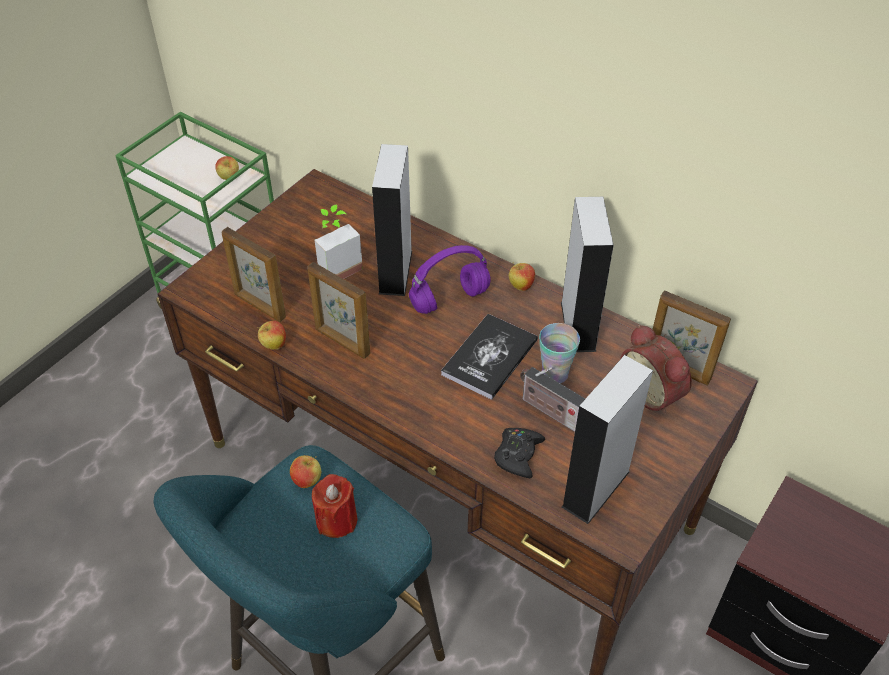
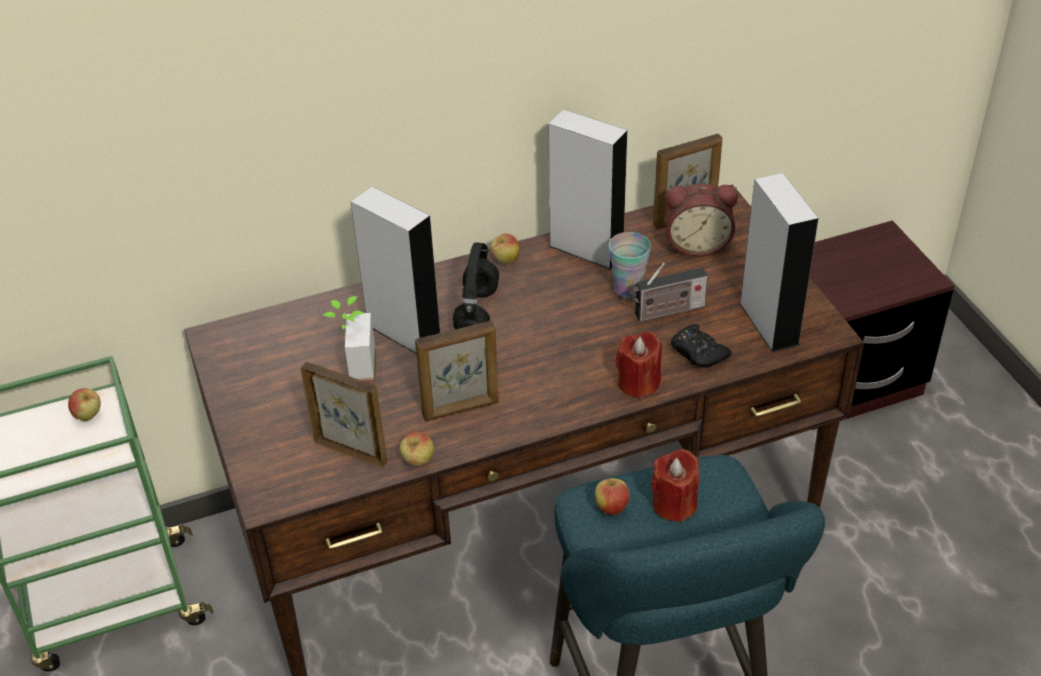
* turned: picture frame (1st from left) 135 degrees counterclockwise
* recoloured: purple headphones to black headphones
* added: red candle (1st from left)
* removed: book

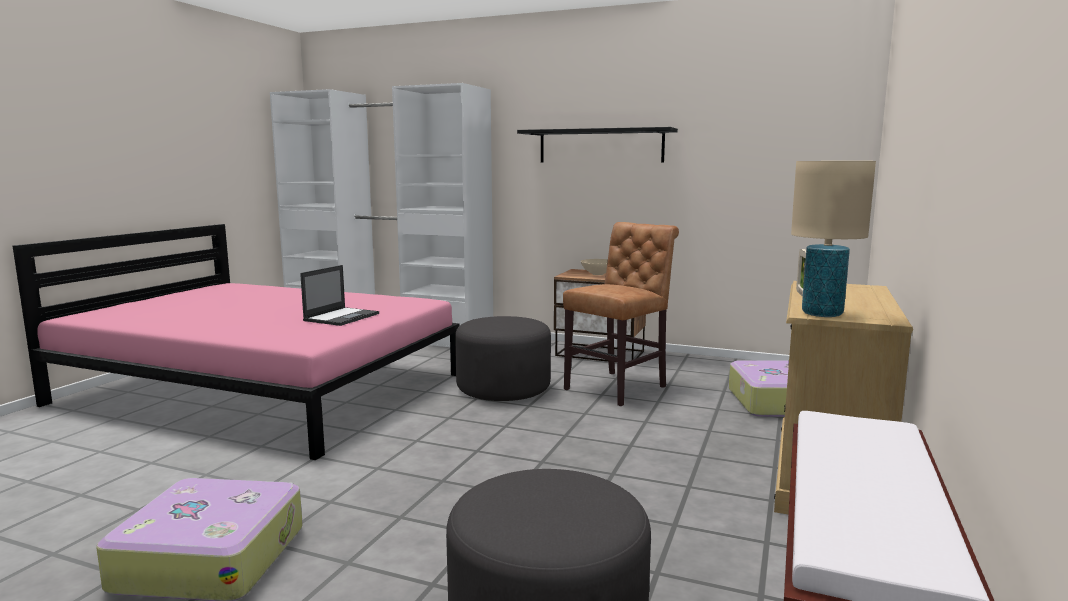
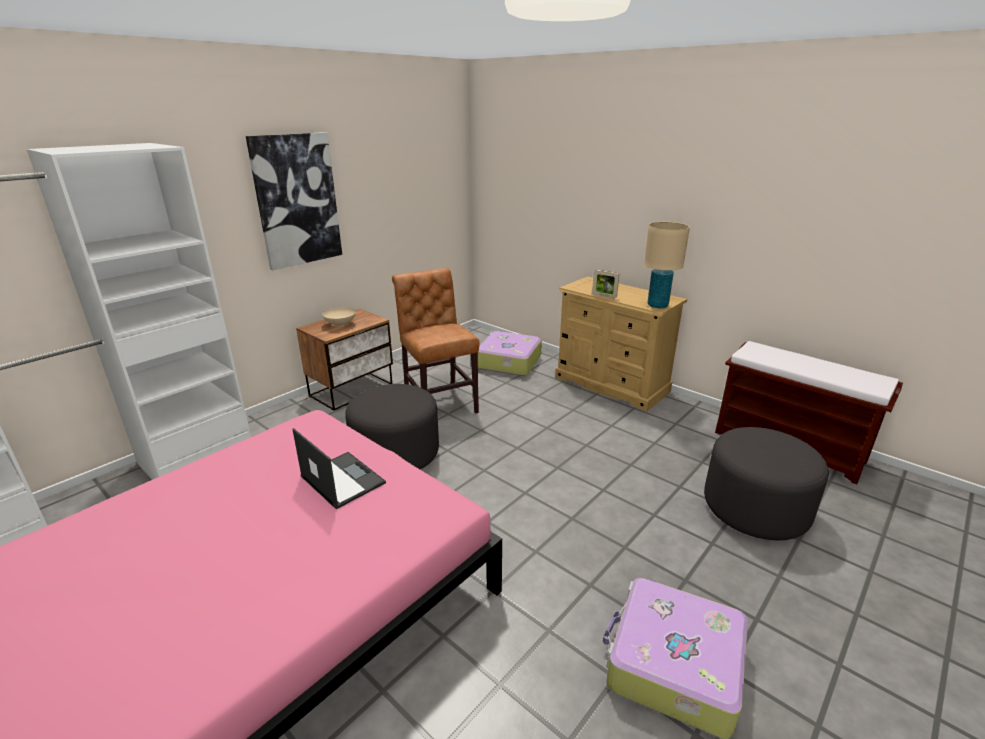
* replaced: black shelf to picture

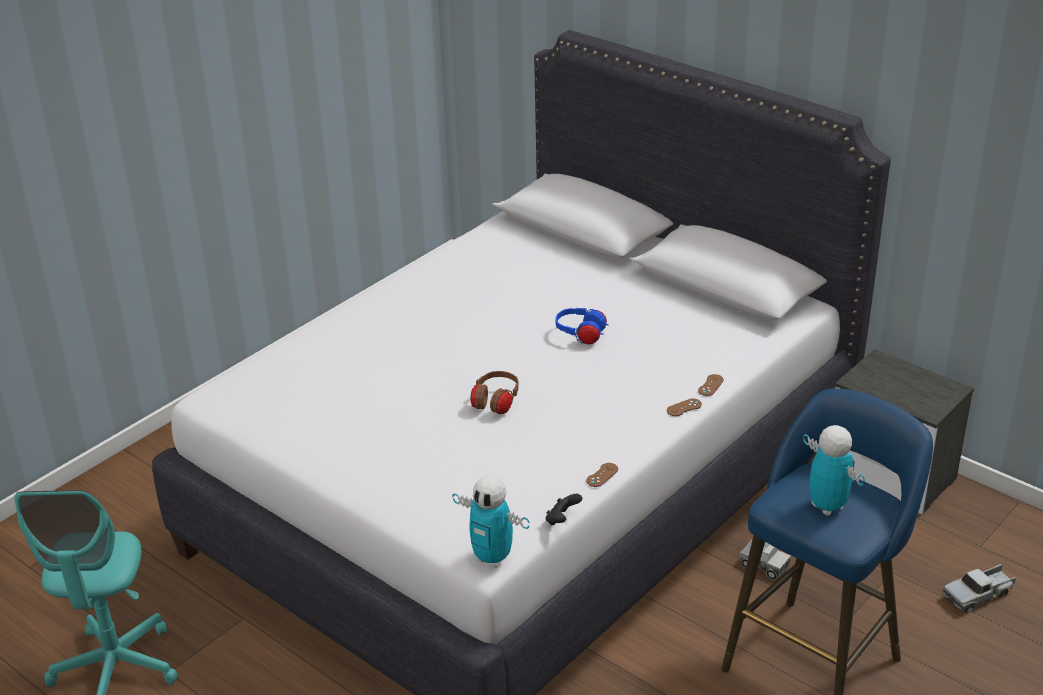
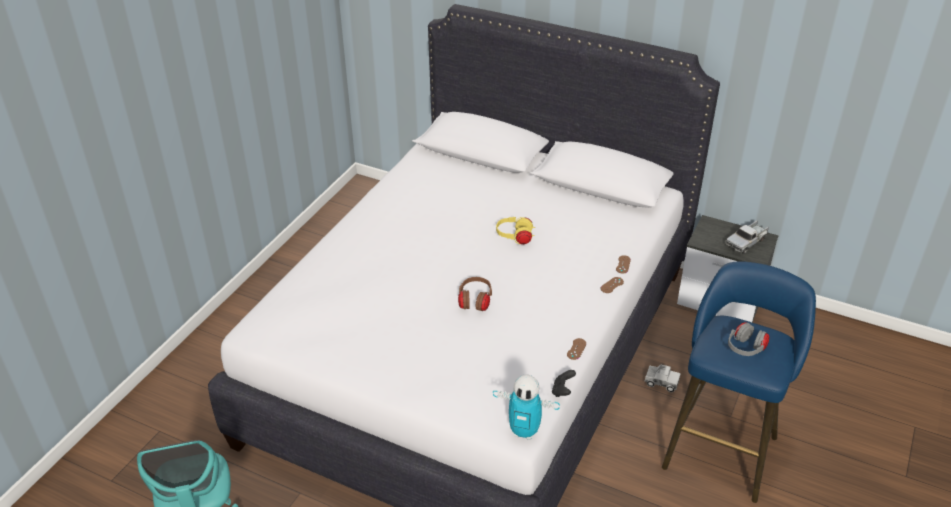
* recoloured: blue headphones to yellow headphones
* moved: toy truck (2nd from left)
* replaced: toy robot (2nd from left) to grey headphones

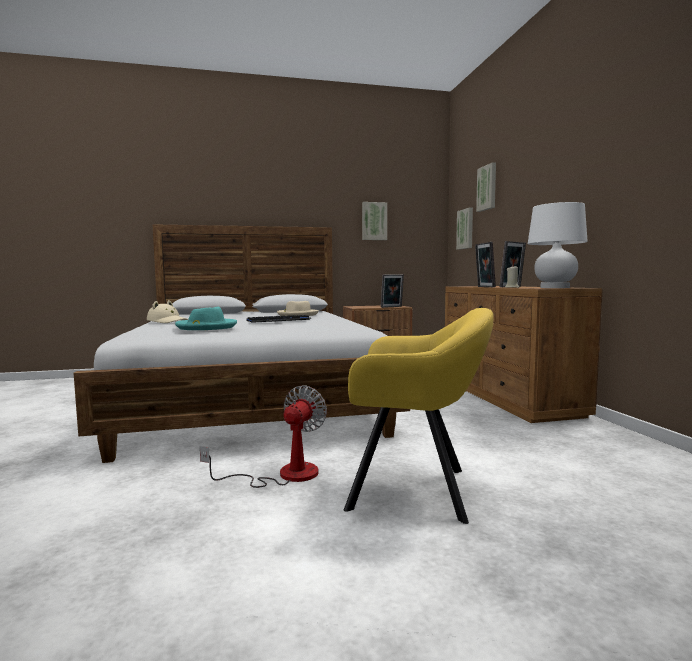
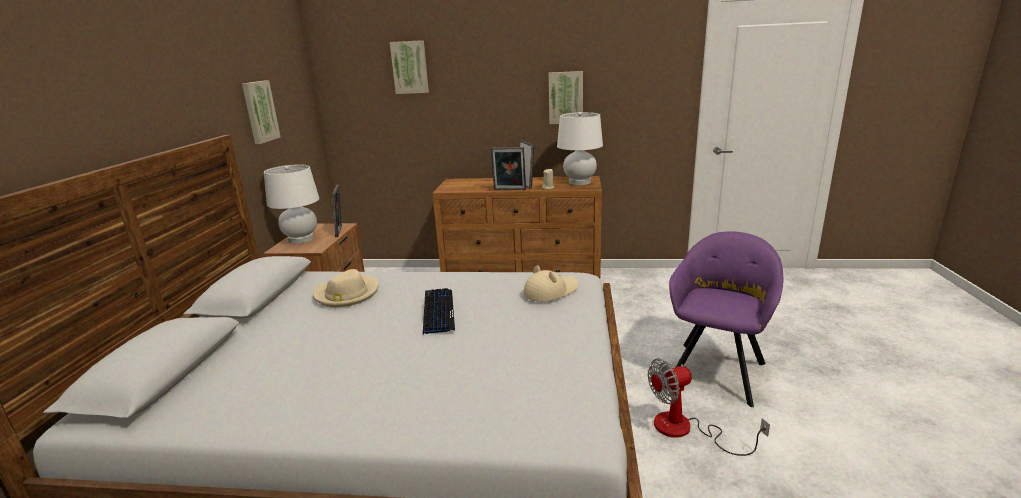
* added: white table lamp (1st from left)
* moved: beige hat (1st from left in the first image) to beige hat (2nd from left)
* moved: picture (2nd from left in the first image) to picture (3rd from left)
* turned: fan 60 degrees counterclockwise
* recoloured: yellow armchair to purple armchair
* removed: turquoise hat

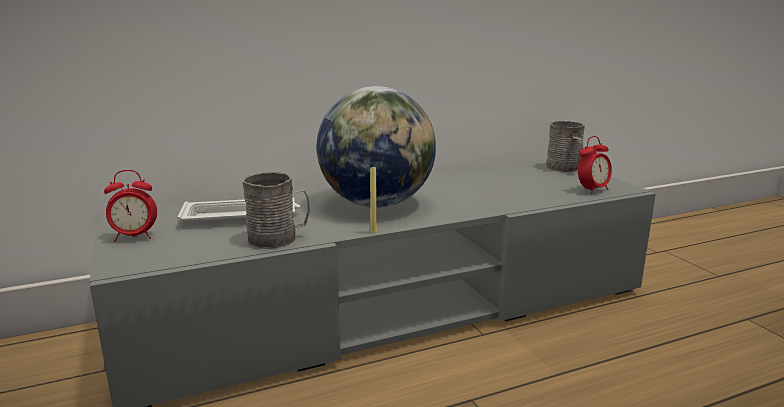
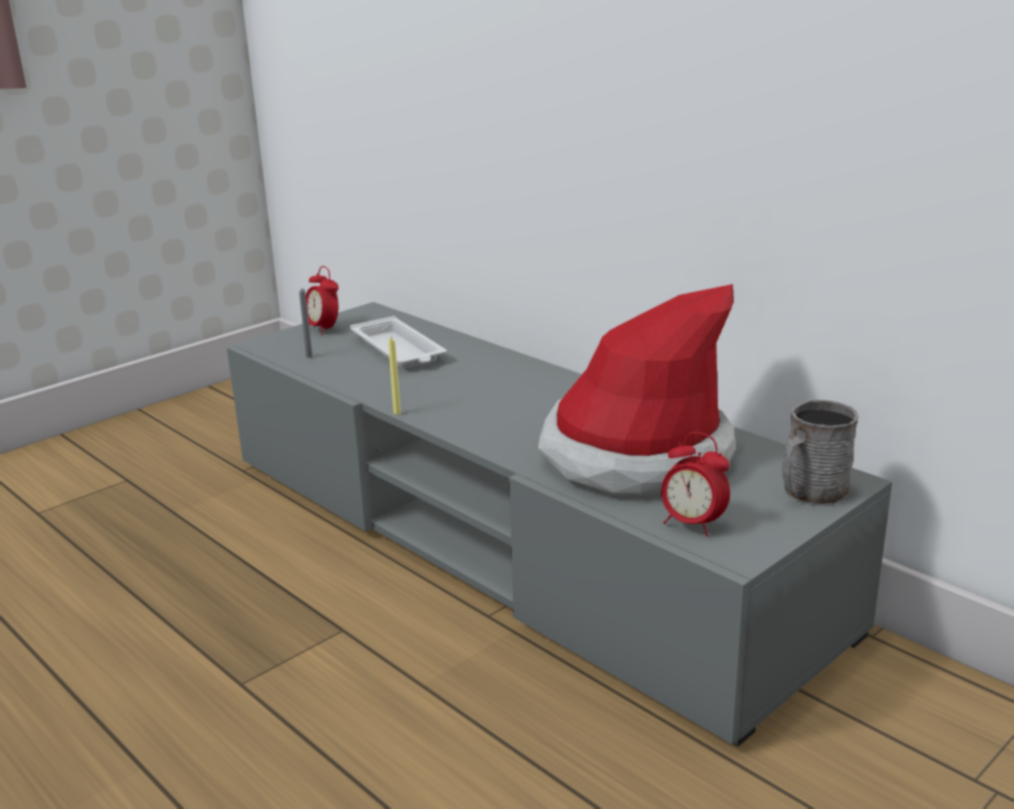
* added: grey candle
* added: hat
* removed: grey mug (1st from left)
* removed: globe

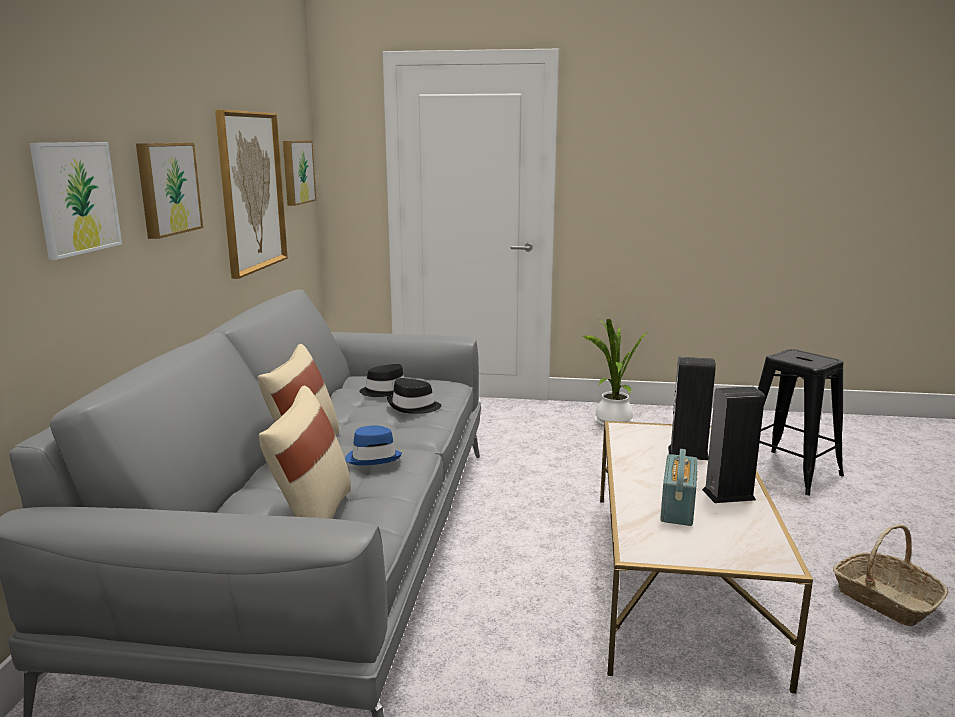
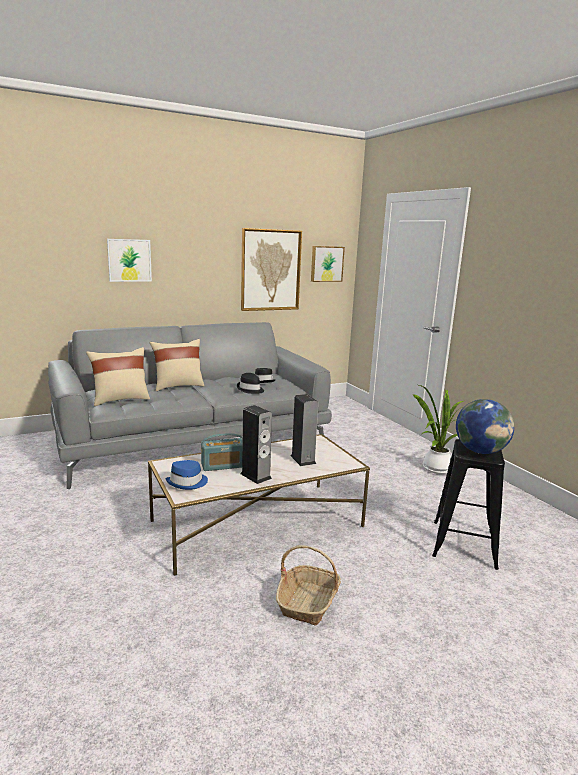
* moved: blue hat
* added: globe
* removed: picture (2nd from left)

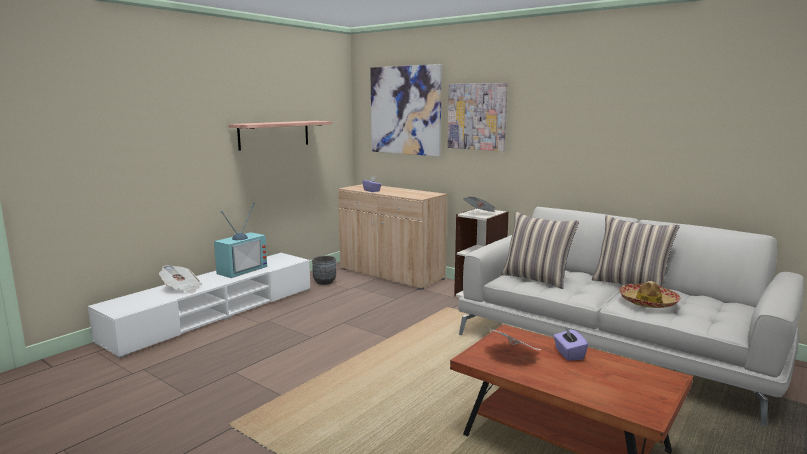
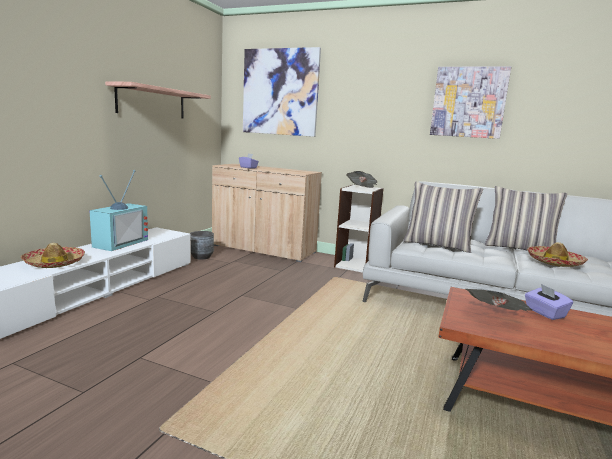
* replaced: newspaper (1st from left) to hat (1st from left)
* moved: picture (2nd from left)

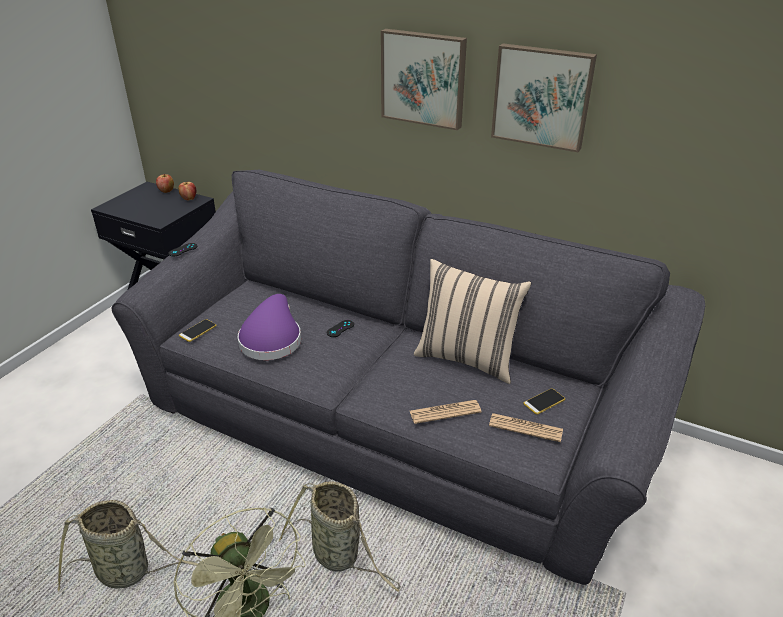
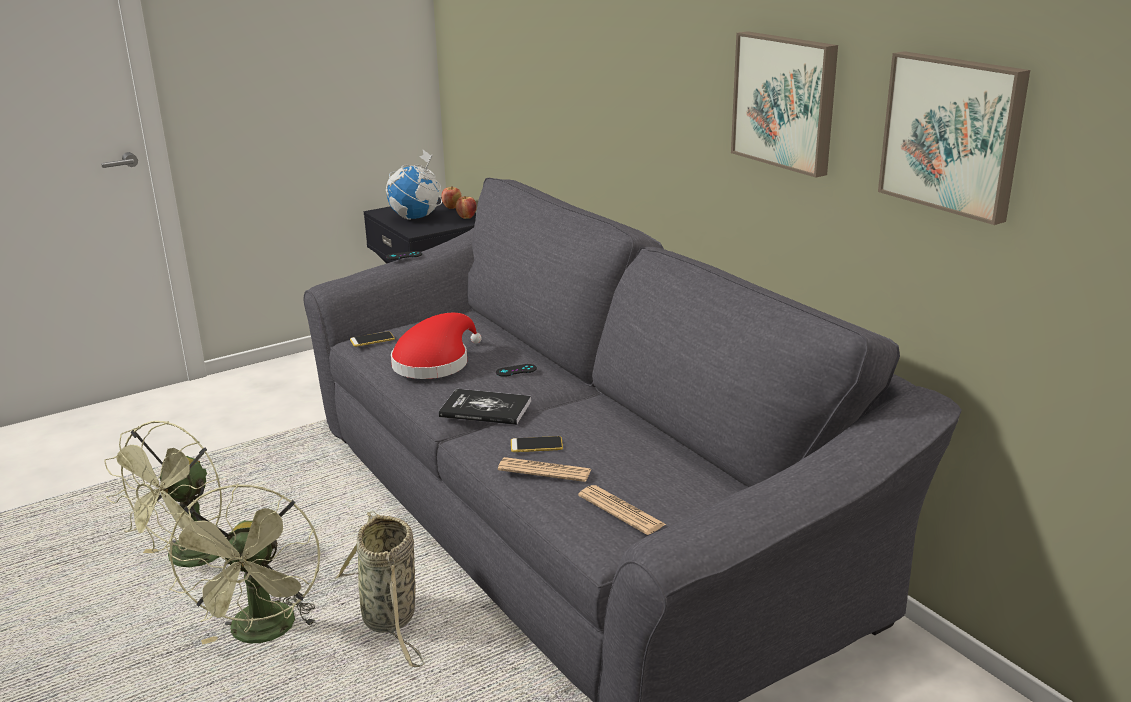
* replaced: basket (1st from left) to green fan (1st from left)
* added: globe
* recoloured: purple hat to red hat
* added: book
* moved: phone (2nd from left)
* moved: picture (1st from left in the first image) to picture (2nd from left)
* removed: beige pillow

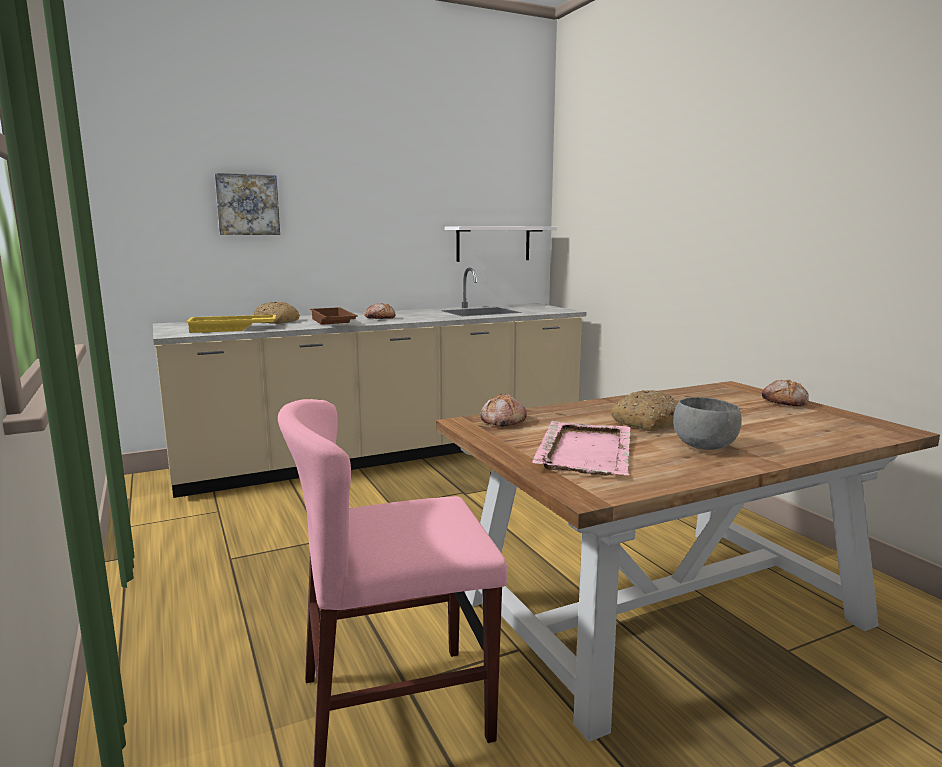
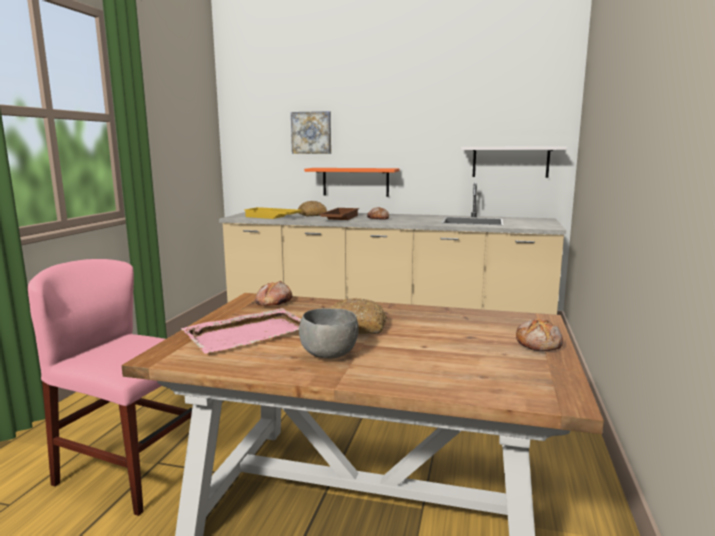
* added: orange shelf

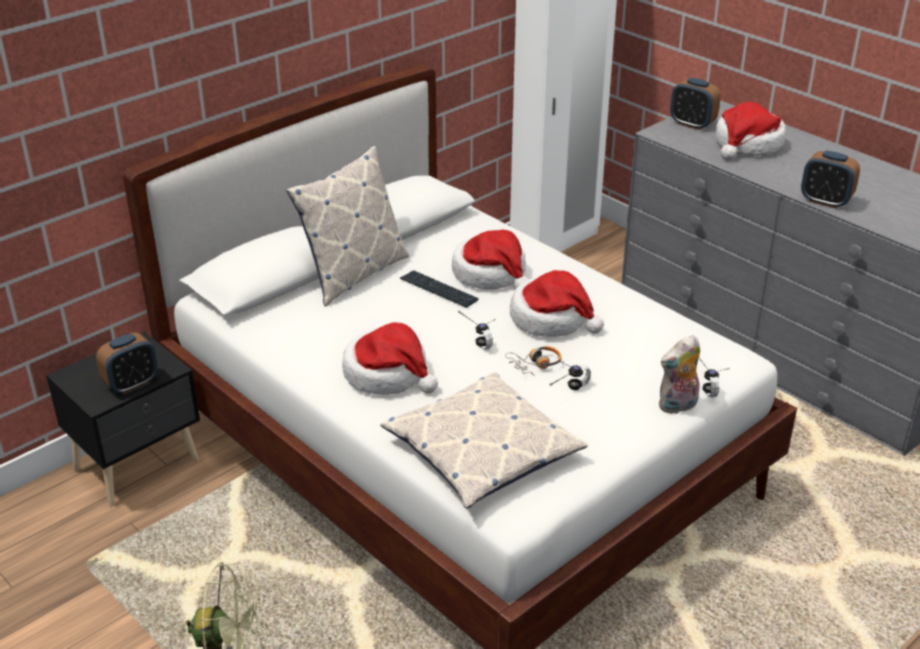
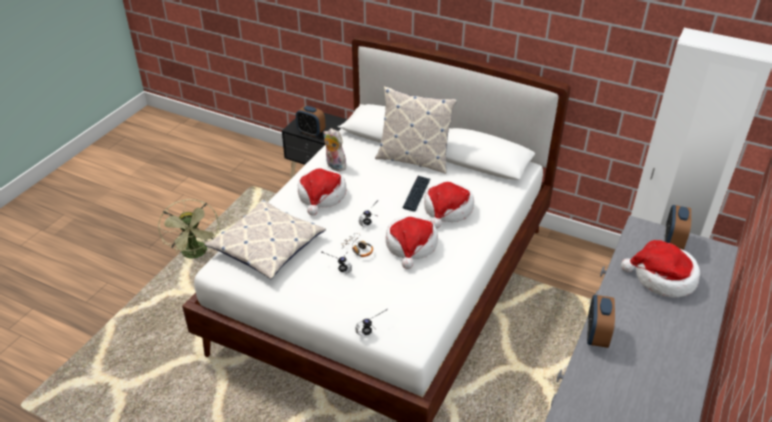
* moved: plush toy

